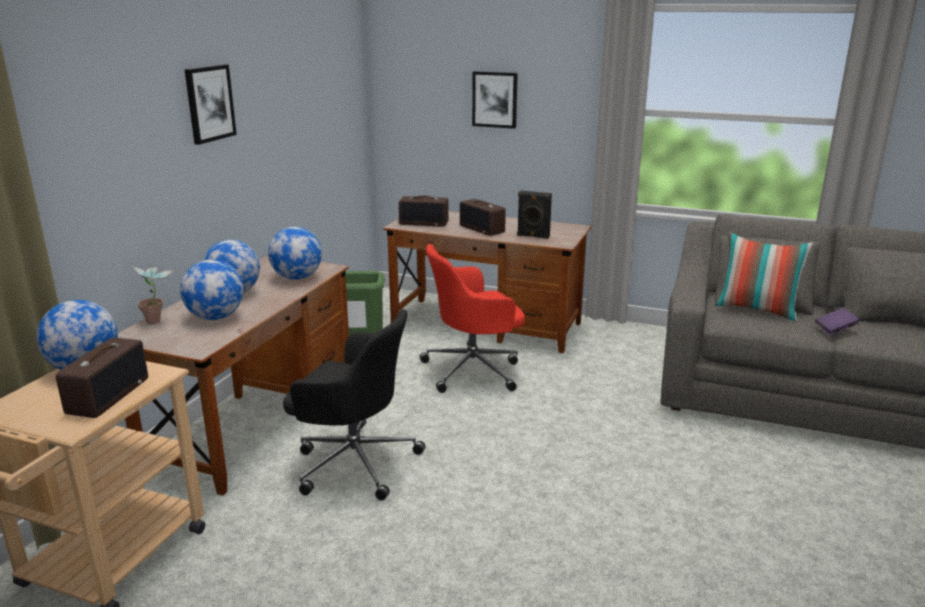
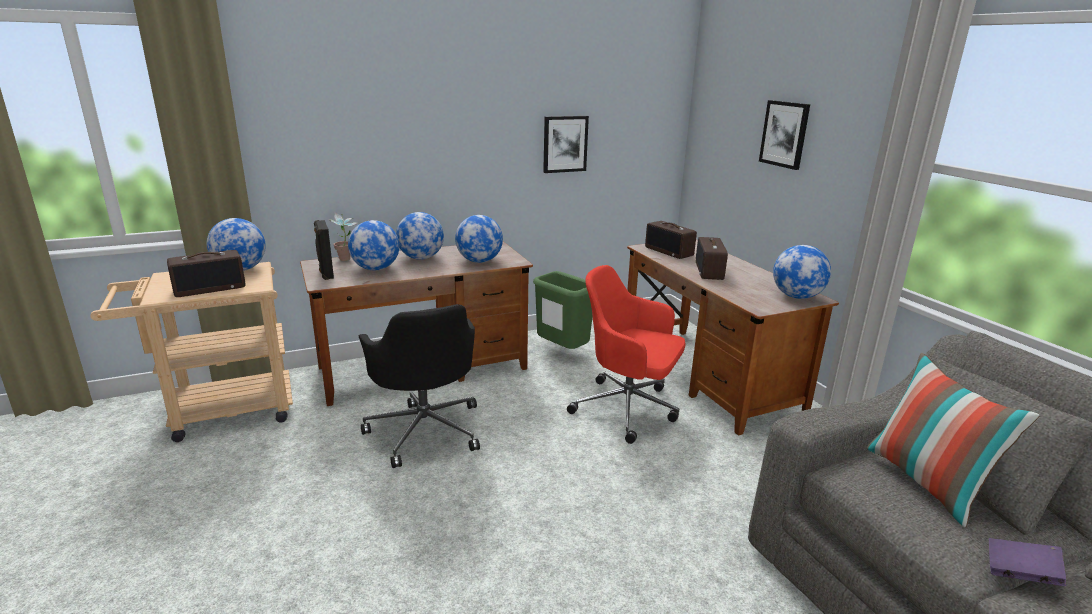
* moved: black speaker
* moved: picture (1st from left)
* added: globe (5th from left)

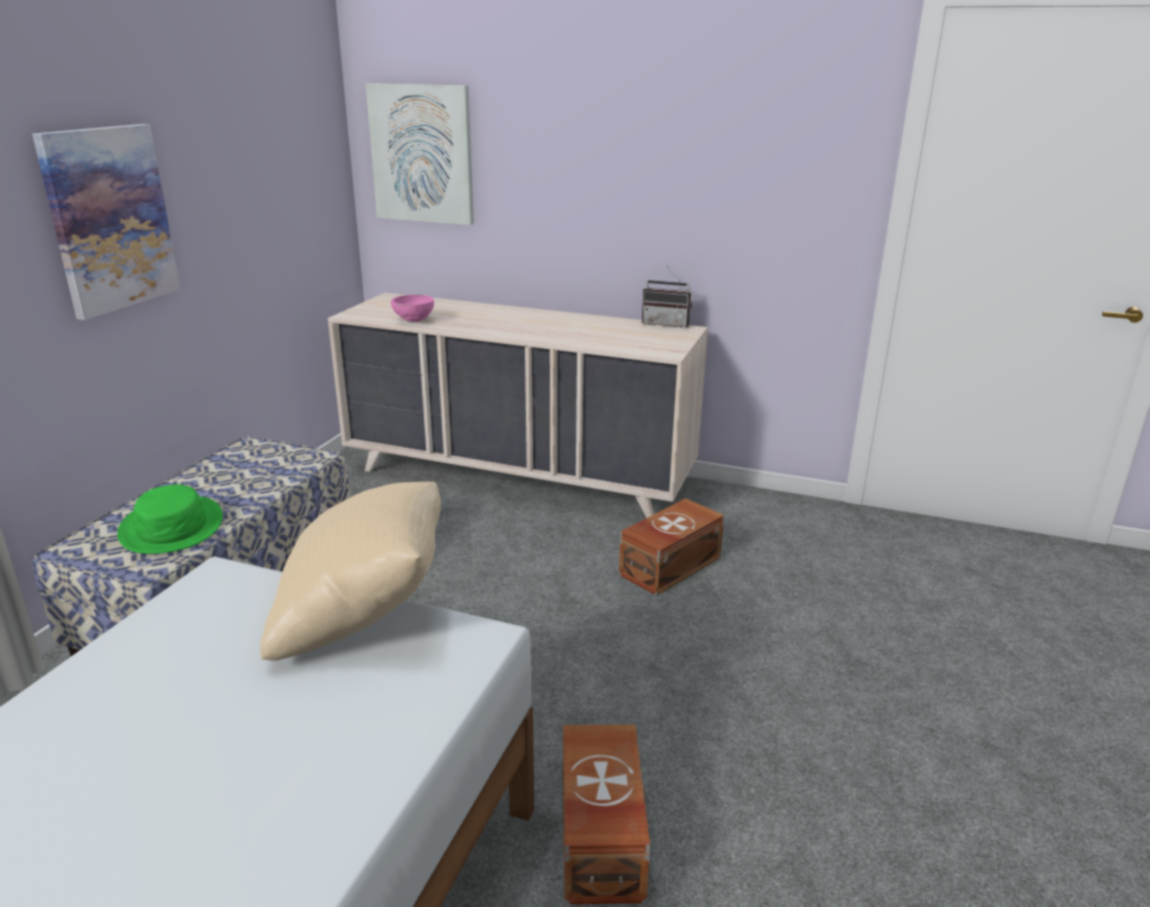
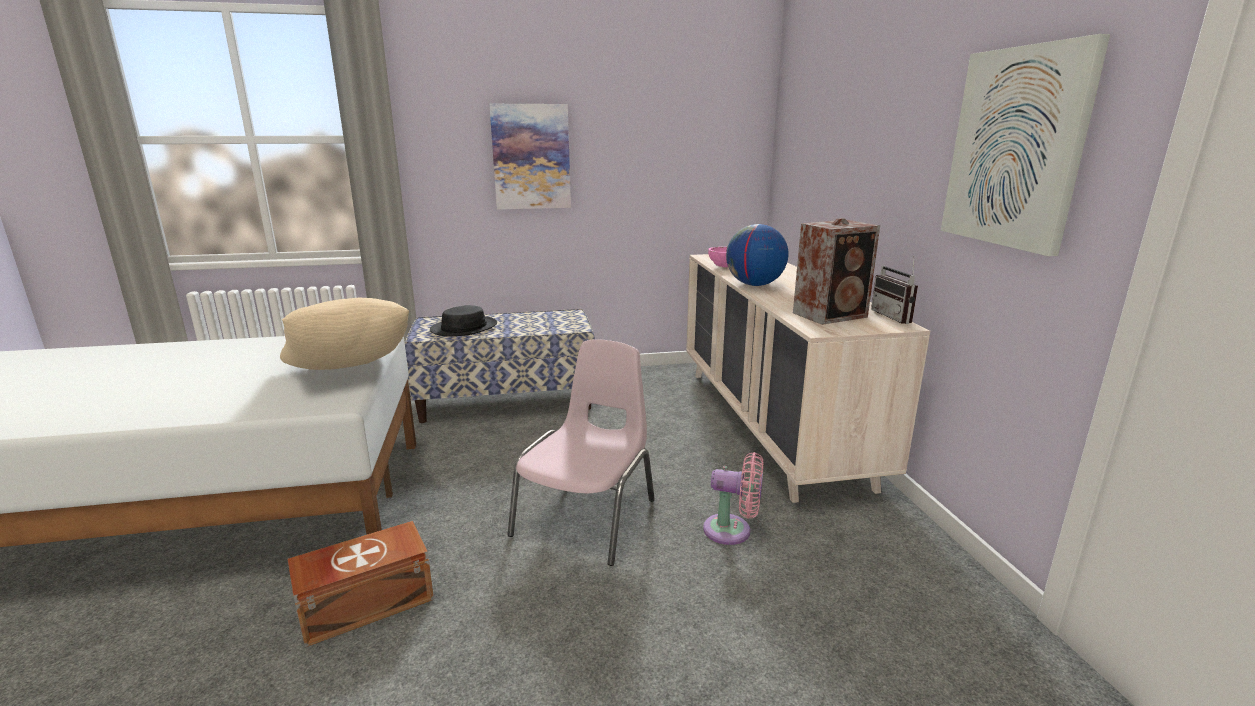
* recoloured: green hat to black hat
* added: pink chair
* replaced: brown storage box (2nd from left) to pink fan
* added: globe
* added: speaker
* moved: picture (2nd from left)

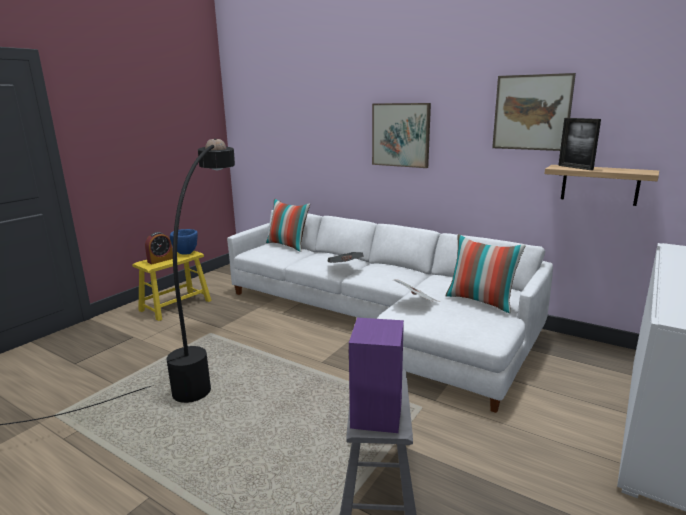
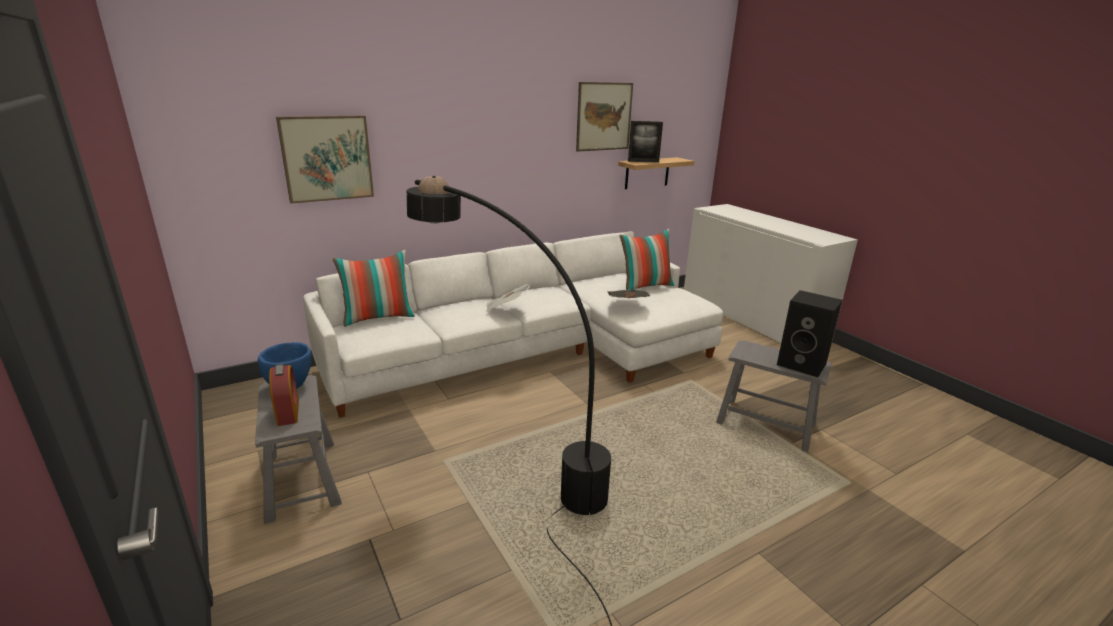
* recoloured: yellow stool to grey stool (1st from left)
* moved: picture (1st from left)
* recoloured: purple speaker to black speaker

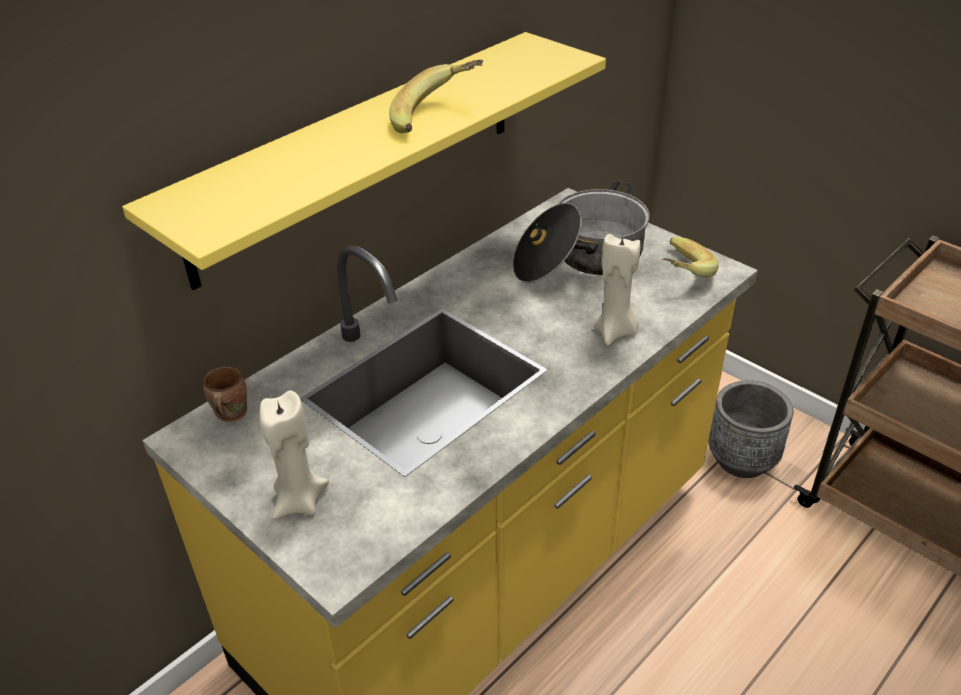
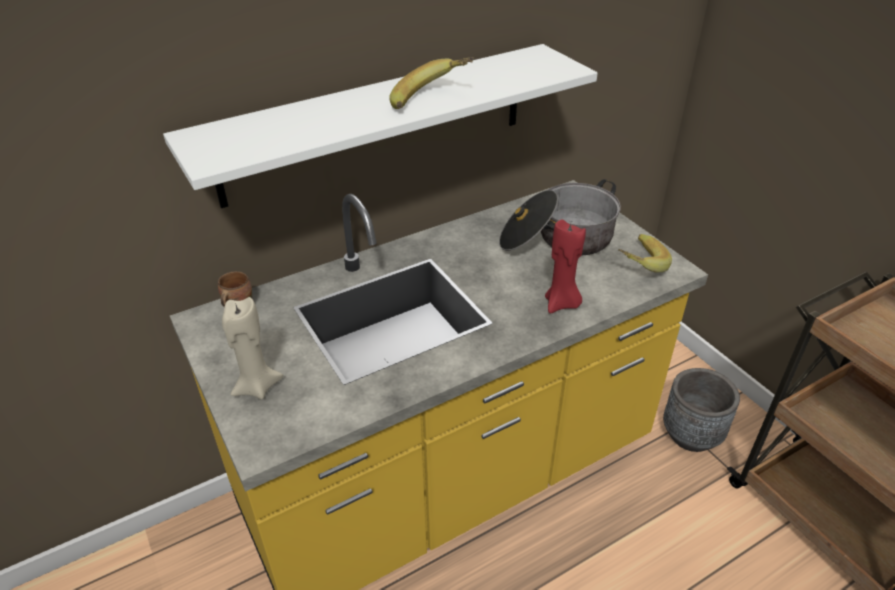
* recoloured: yellow shelf to white shelf
* recoloured: beige candle (2nd from left) to red candle

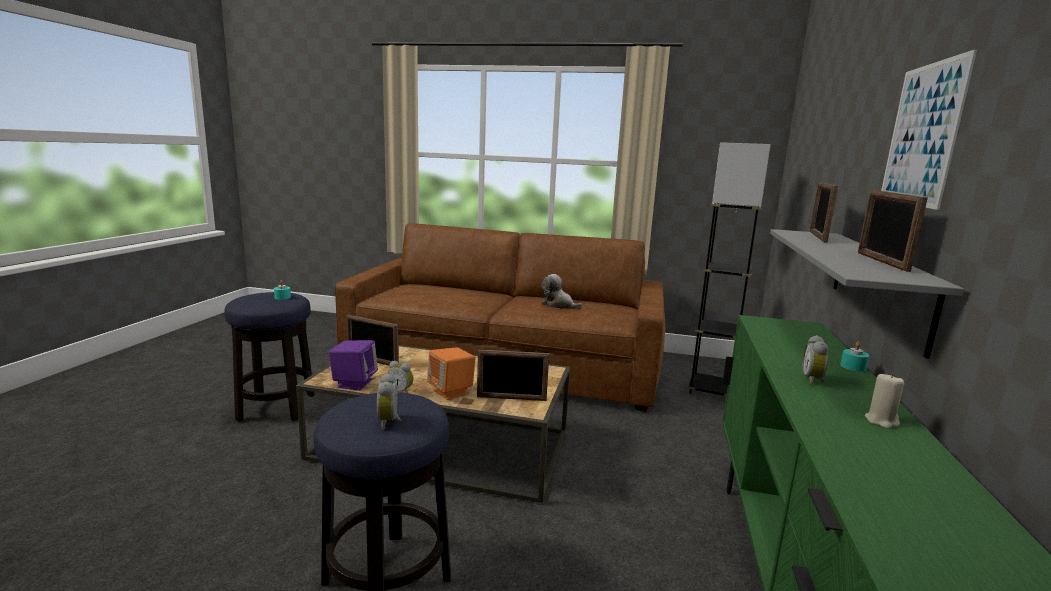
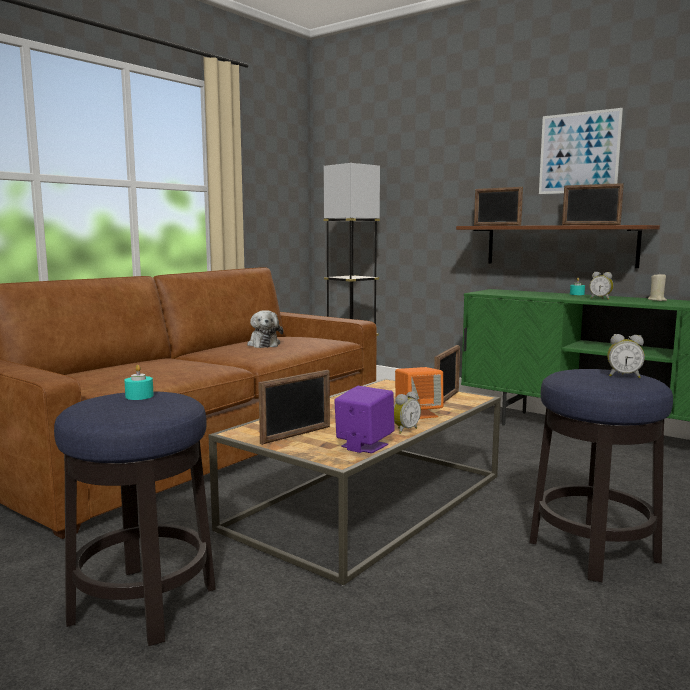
* turned: plush toy 75 degrees counterclockwise
* recoloured: grey shelf to brown shelf

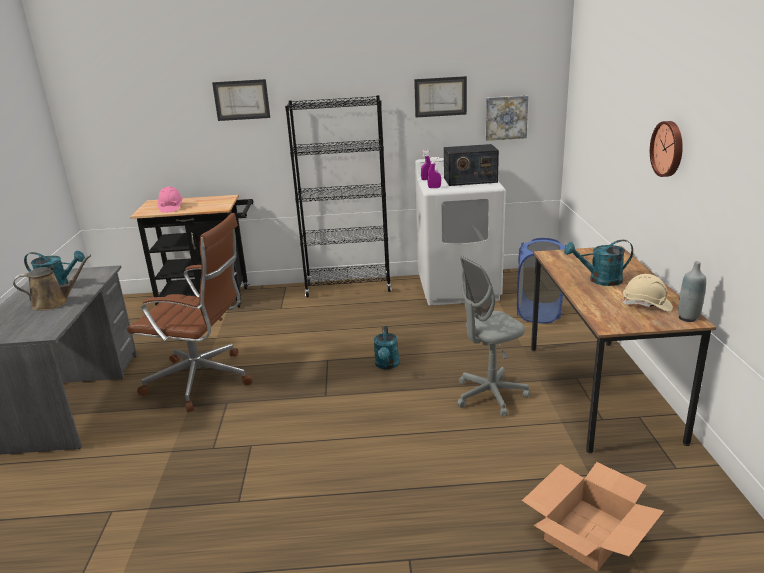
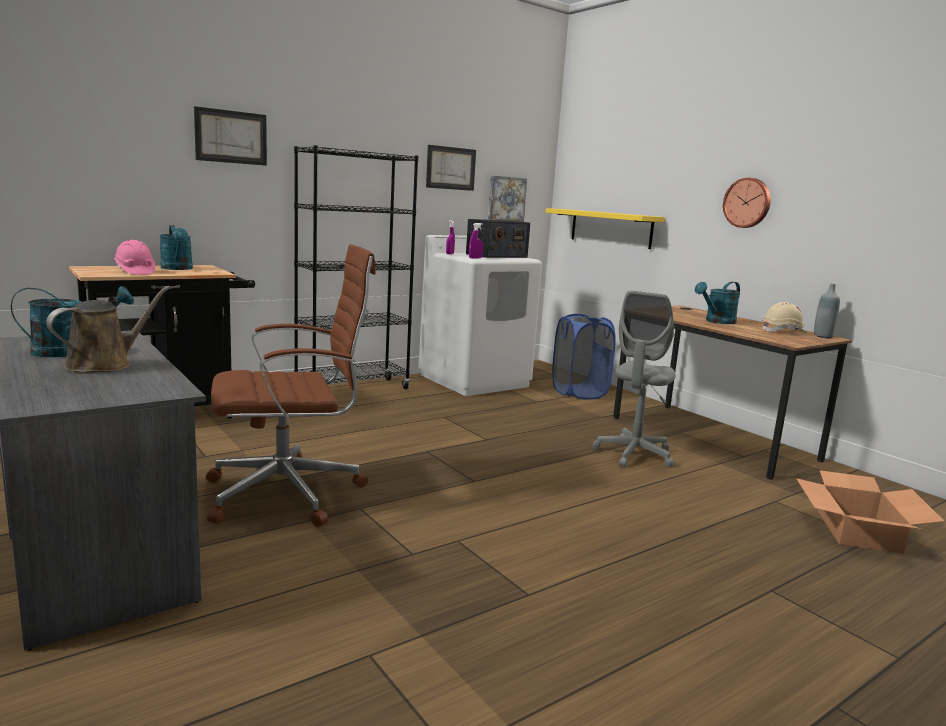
* moved: turquoise watering can (2nd from left)
* added: yellow shelf

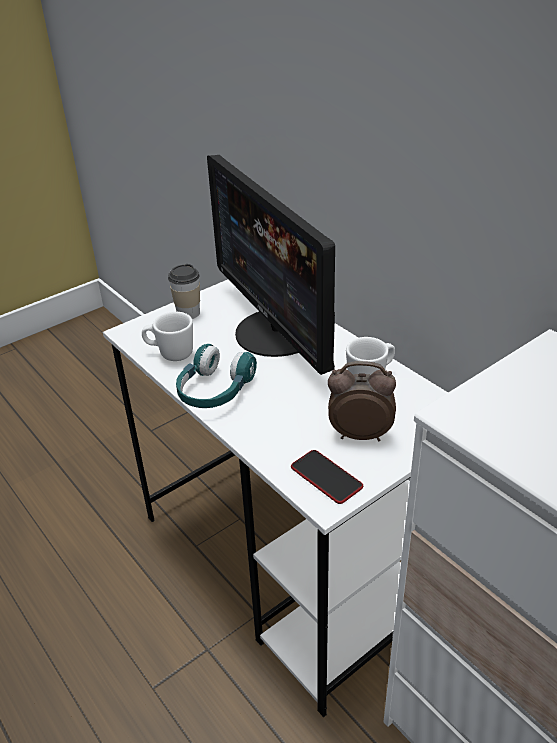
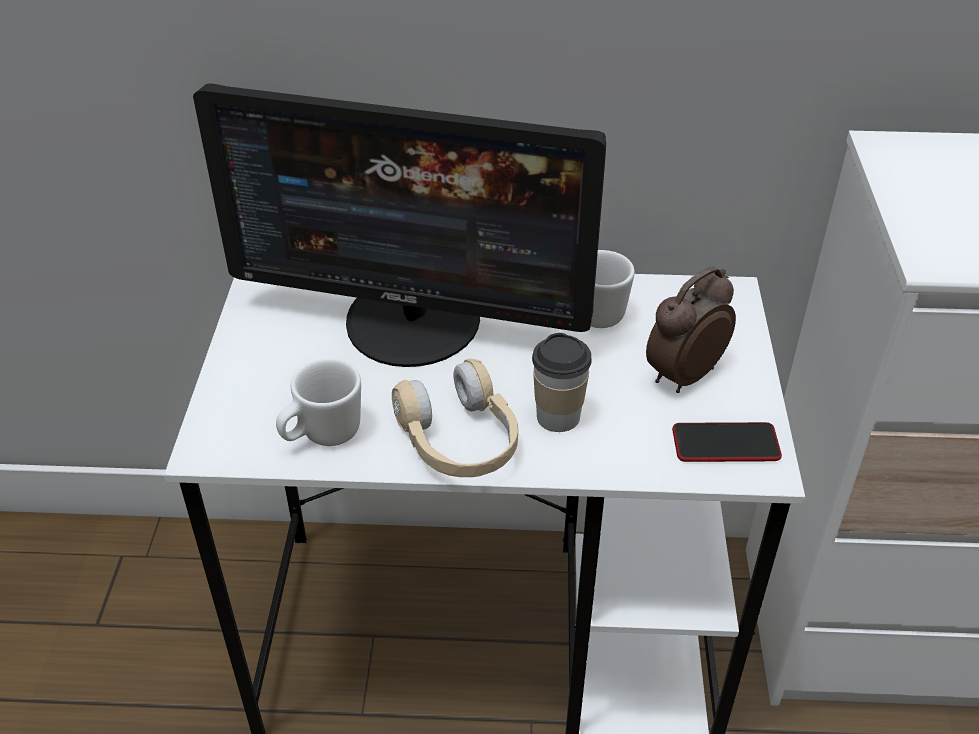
* recoloured: turquoise headphones to beige headphones
* moved: cup

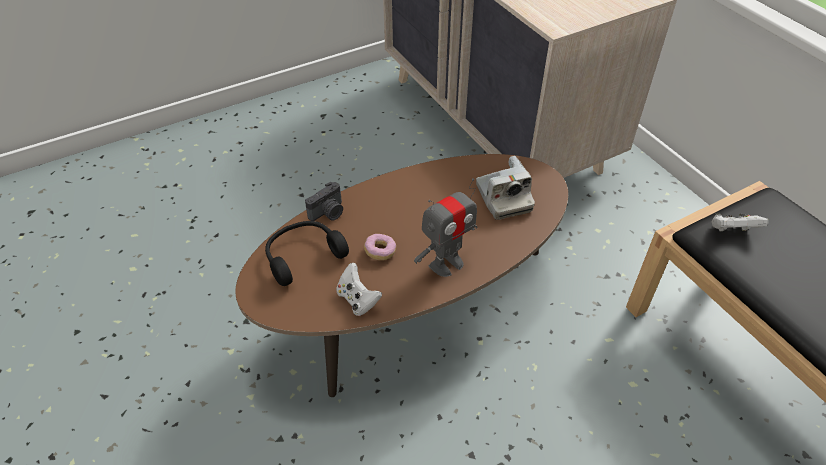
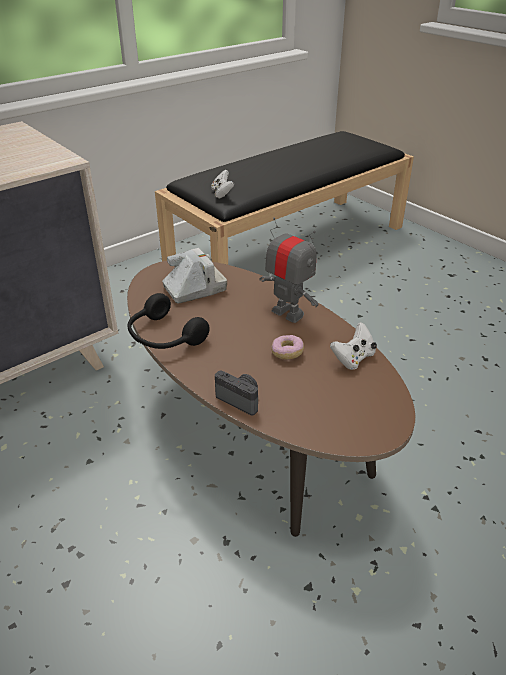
* moved: black headphones

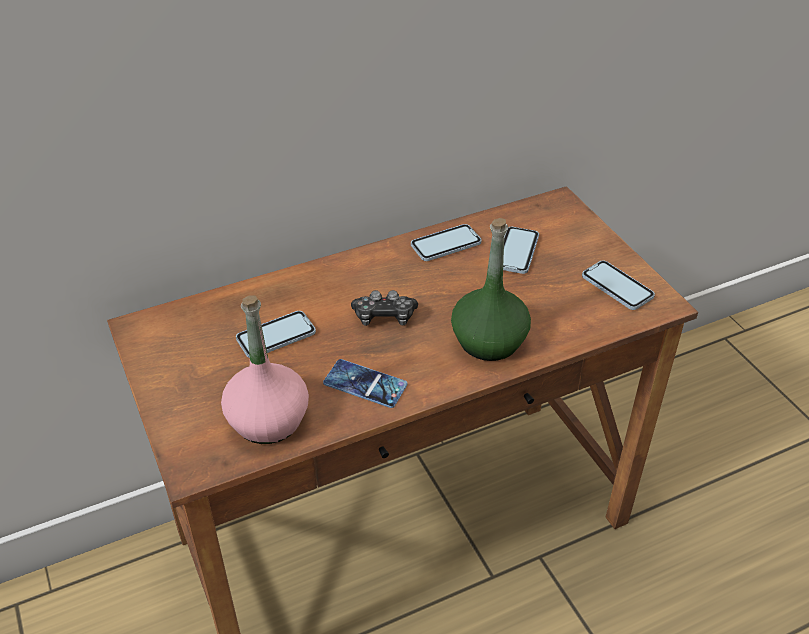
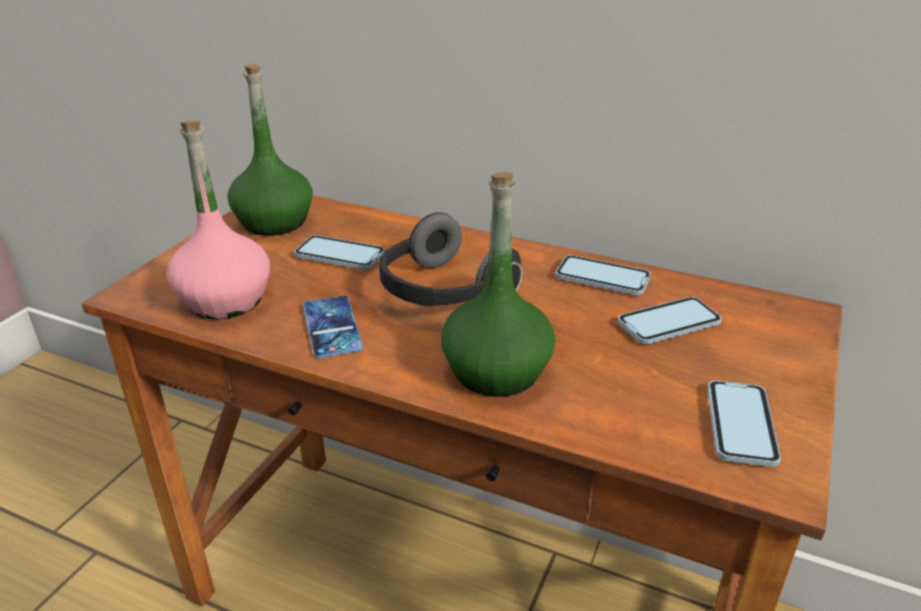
* added: green bottle (1st from left)
* replaced: game controller to headphones

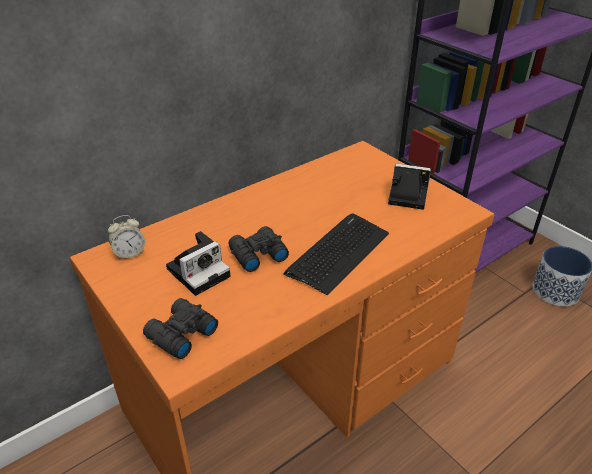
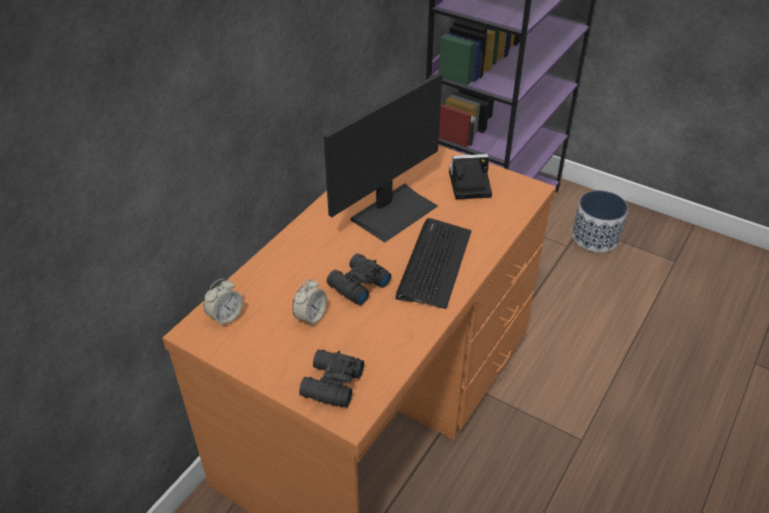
* replaced: photo camera (1st from left) to alarm clock (2nd from left)
* added: monitor

